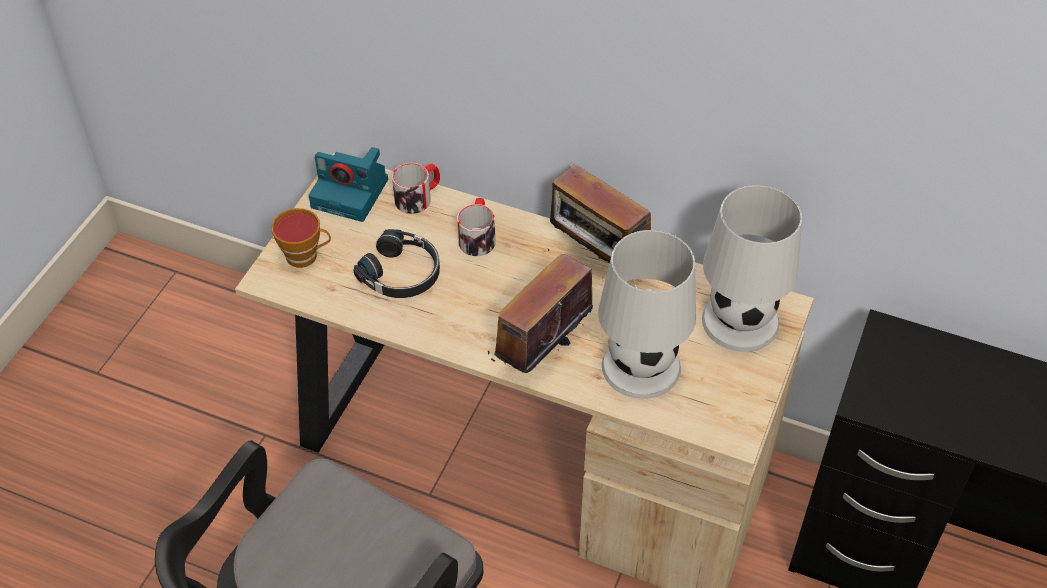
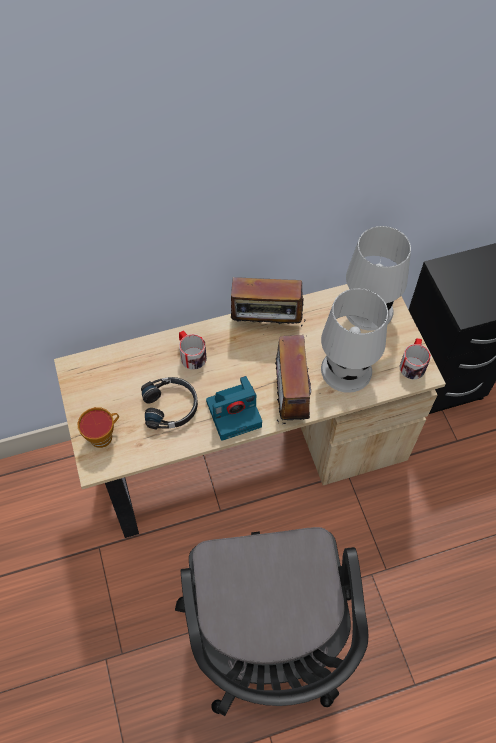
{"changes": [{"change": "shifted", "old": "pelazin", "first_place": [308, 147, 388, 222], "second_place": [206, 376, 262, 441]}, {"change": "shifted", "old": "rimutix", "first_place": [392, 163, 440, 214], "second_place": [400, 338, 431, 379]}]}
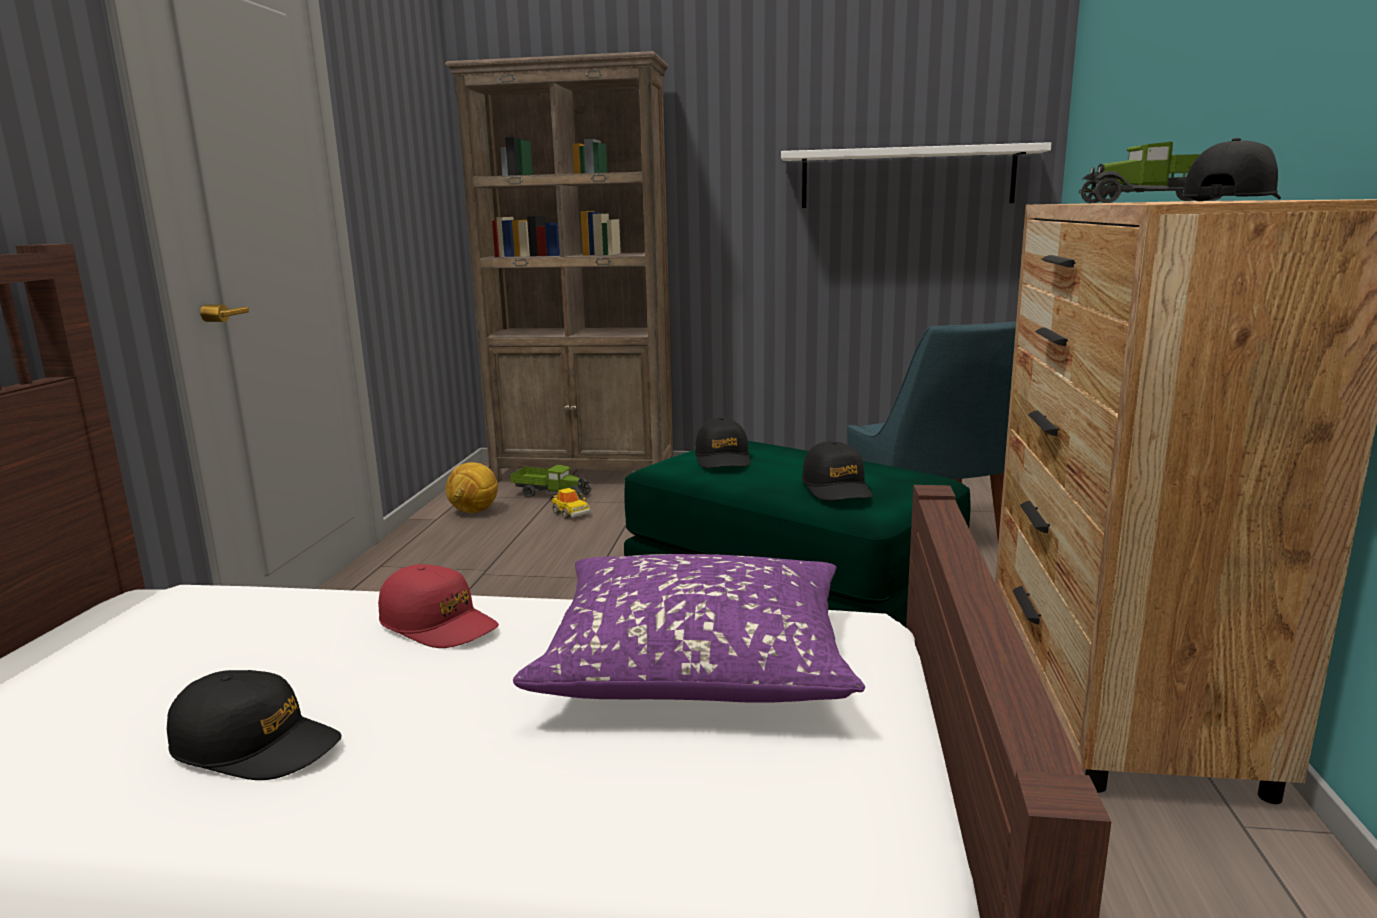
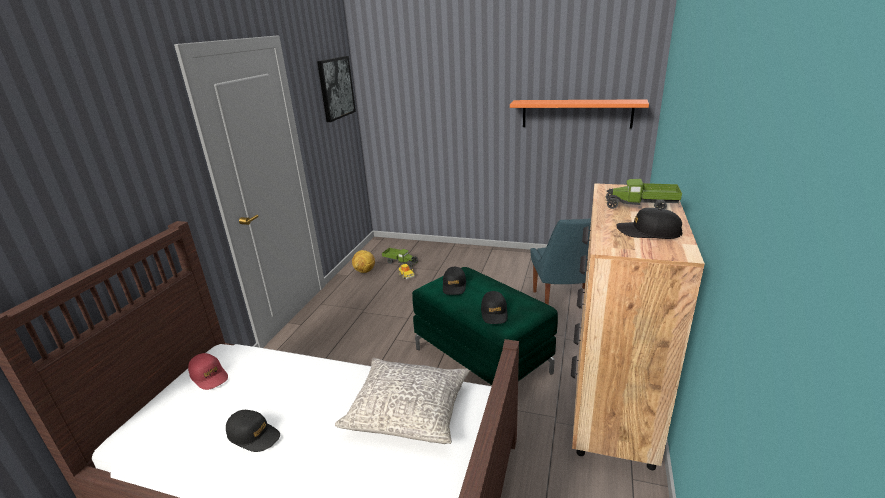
{"changes": [{"change": "gone", "old": "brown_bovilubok", "first_place": [445, 51, 673, 483]}, {"change": "rotated", "old": "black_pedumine", "first_place": [1182, 138, 1281, 201], "second_place": [616, 208, 682, 239], "degrees": -120}, {"change": "repainted", "old": "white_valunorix", "new": "orange_valunorix", "first_place": [781, 142, 1051, 208], "second_place": [510, 99, 649, 129]}, {"change": "repainted", "old": "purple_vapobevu", "new": "grey_vapobevu", "first_place": [513, 554, 865, 703], "second_place": [335, 358, 470, 444]}, {"change": "shifted", "old": "red_pedumine", "first_place": [378, 564, 499, 648], "second_place": [188, 353, 228, 390]}, {"change": "new", "new": "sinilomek", "second_place": [317, 56, 356, 122]}]}
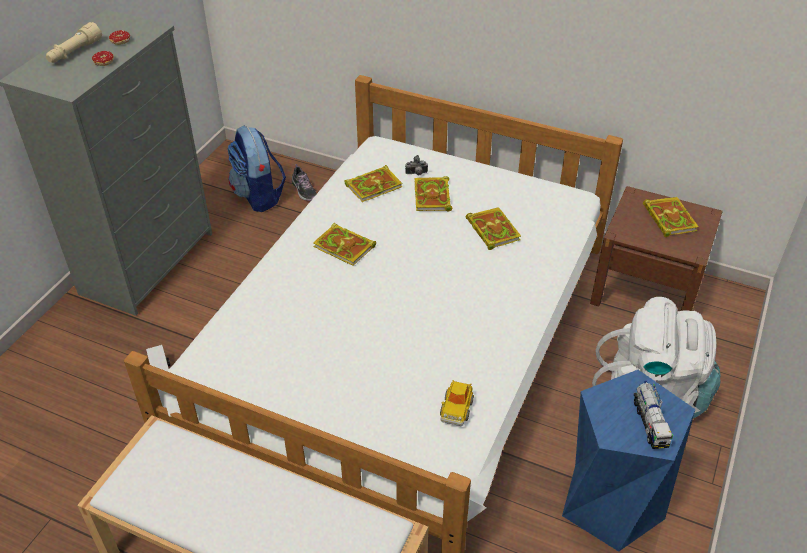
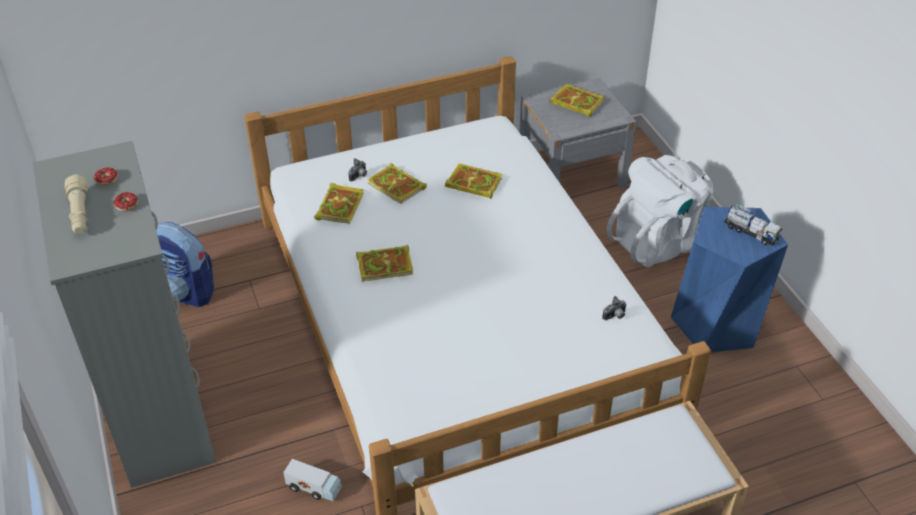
{"changes": [{"change": "gone", "old": "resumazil", "first_place": [292, 164, 317, 201]}, {"change": "repainted", "old": "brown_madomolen", "new": "grey_madomolen", "first_place": [590, 186, 723, 311], "second_place": [519, 78, 636, 188]}, {"change": "swapped", "old": "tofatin", "new": "pelazin", "first_place": [440, 380, 474, 426], "second_place": [602, 296, 627, 320]}]}
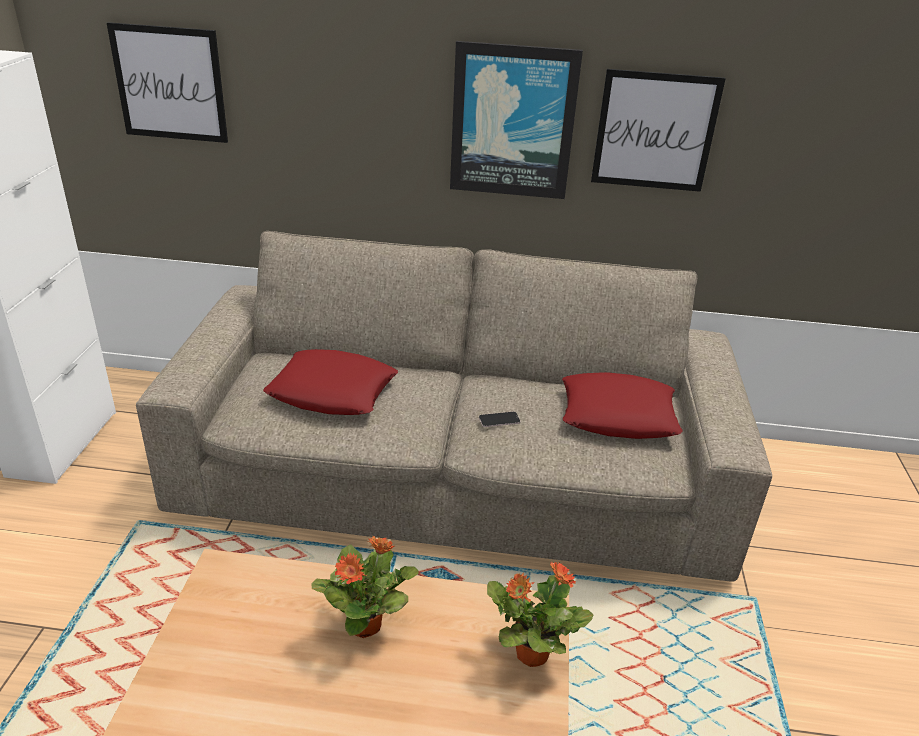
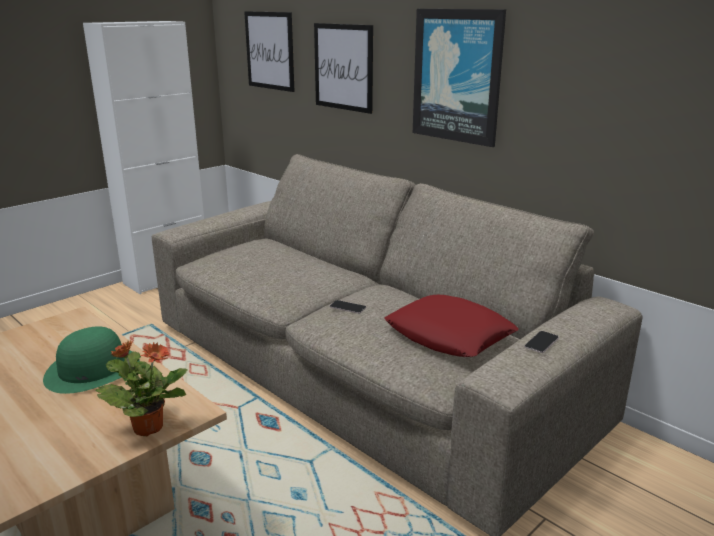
{"changes": [{"change": "shifted", "old": "sinilomek", "first_place": [591, 69, 726, 192], "second_place": [314, 23, 373, 114]}, {"change": "gone", "old": "red_vapobevu", "first_place": [263, 349, 398, 415]}, {"change": "swapped", "old": "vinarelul", "new": "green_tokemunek", "first_place": [312, 536, 419, 638], "second_place": [43, 326, 140, 394]}, {"change": "new", "new": "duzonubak", "second_place": [524, 331, 559, 353]}]}
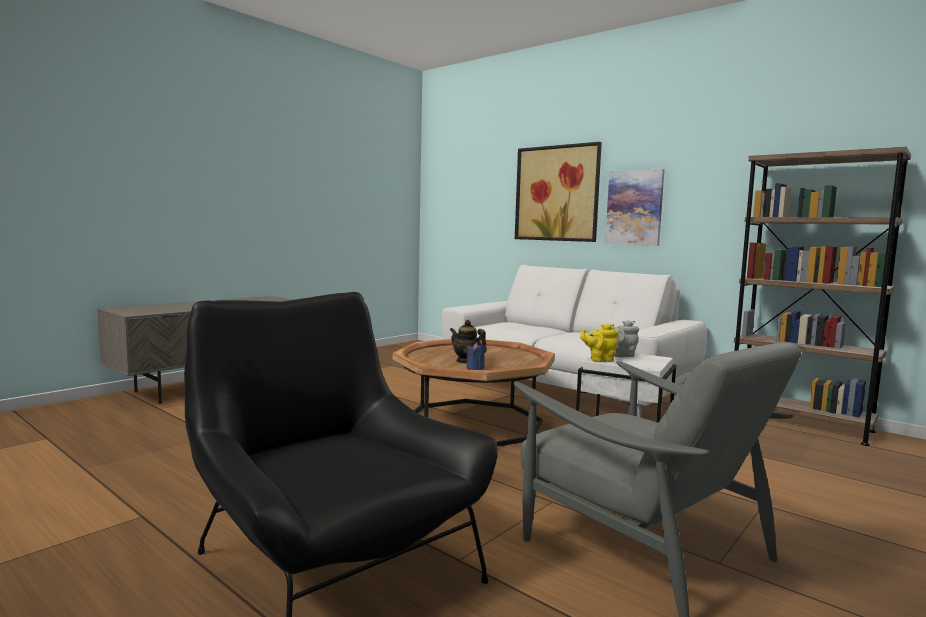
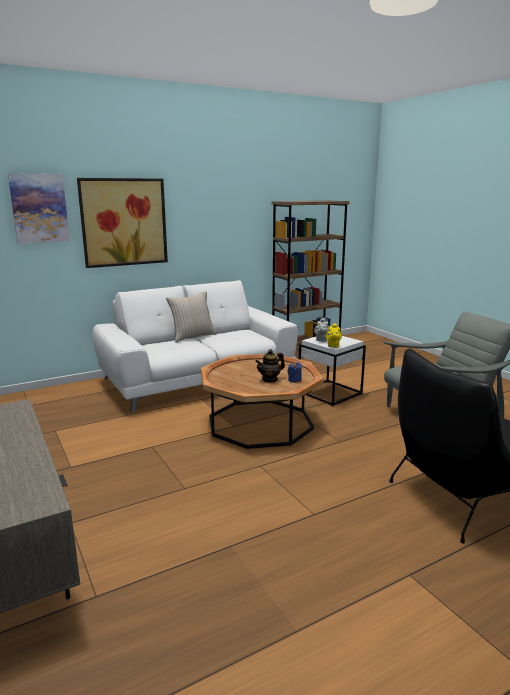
{"changes": [{"change": "shifted", "old": "sinilomek", "first_place": [605, 169, 665, 246], "second_place": [8, 173, 70, 243]}, {"change": "new", "new": "beige_vapobevu", "second_place": [166, 291, 217, 343]}]}
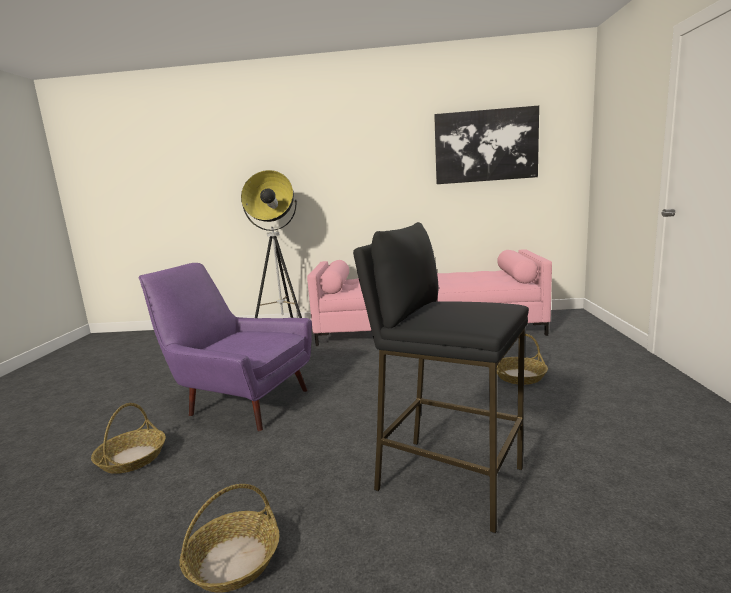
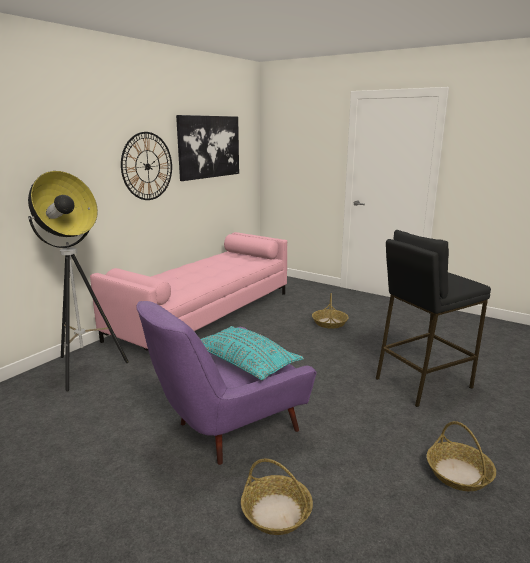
{"changes": [{"change": "new", "new": "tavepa", "second_place": [121, 132, 172, 200]}, {"change": "new", "new": "turquoise_vapobevu", "second_place": [200, 326, 304, 380]}]}
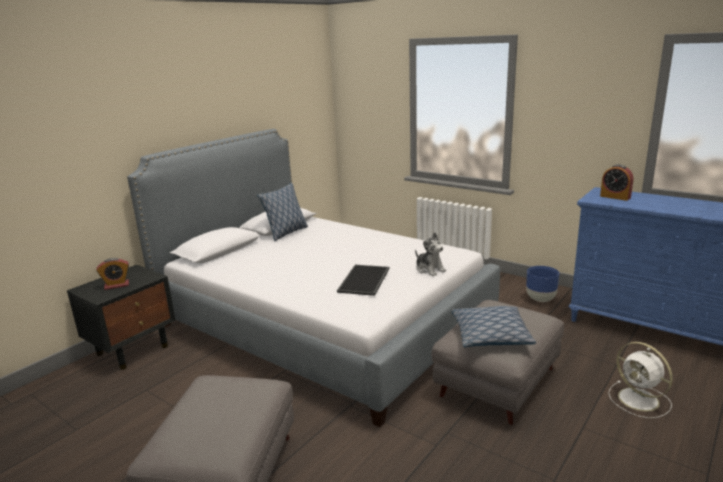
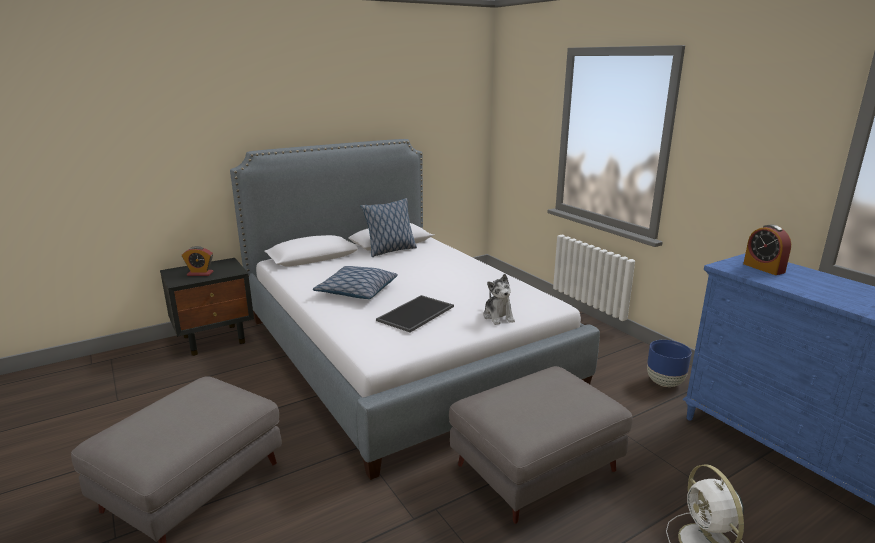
{"changes": [{"change": "shifted", "old": "vapobevu", "first_place": [451, 306, 536, 348], "second_place": [313, 266, 398, 299]}]}
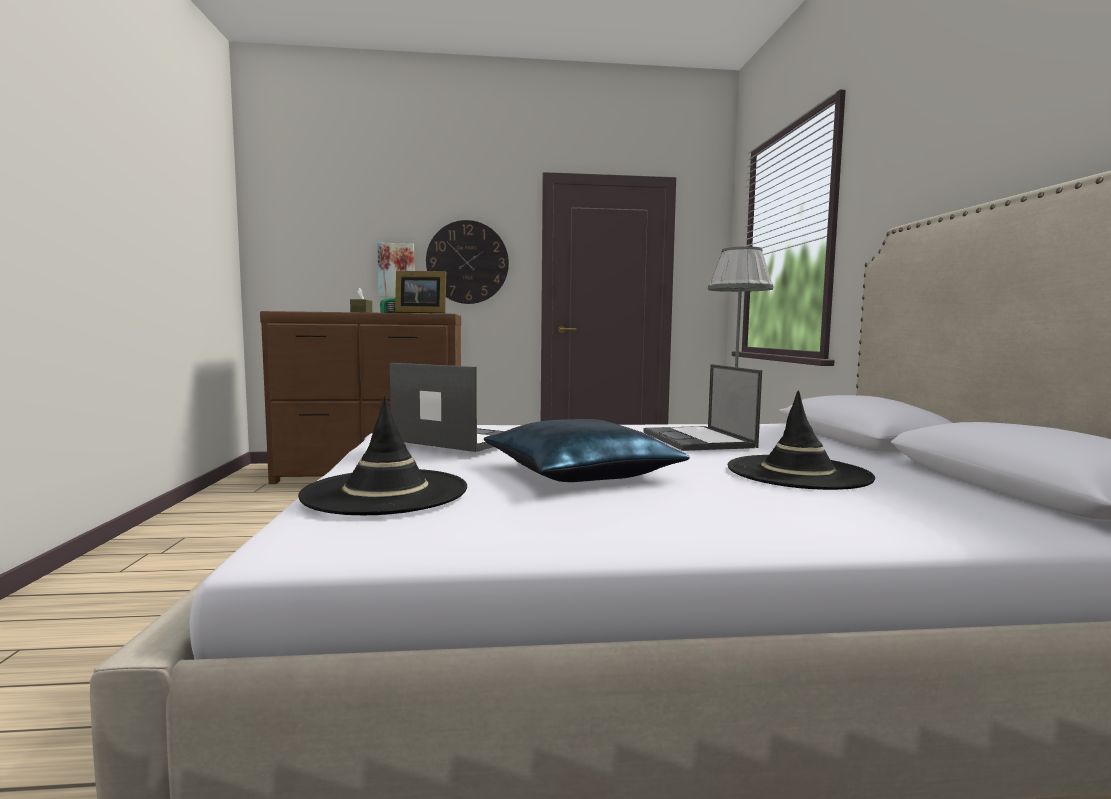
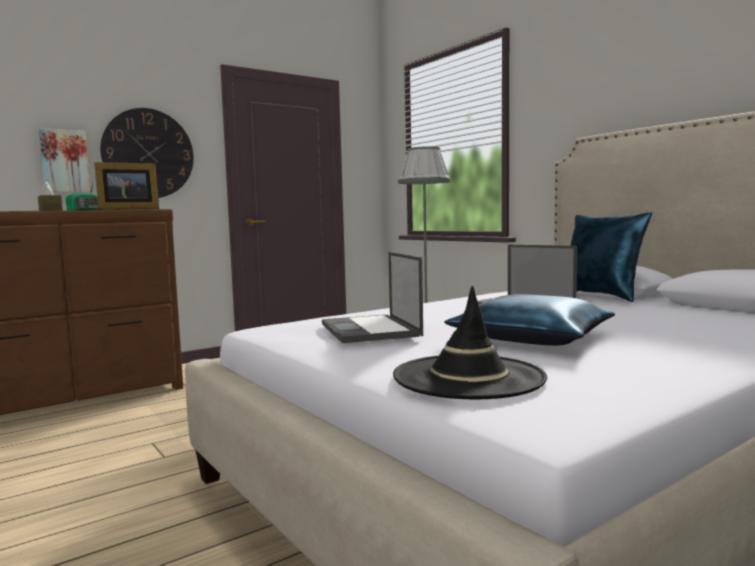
{"changes": [{"change": "rotated", "old": "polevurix", "first_place": [390, 363, 504, 452], "second_place": [322, 252, 423, 343], "degrees": -105}, {"change": "gone", "old": "black_tokemunek", "first_place": [728, 391, 875, 490]}, {"change": "new", "new": "blue_vapobevu", "second_place": [570, 212, 652, 302]}]}
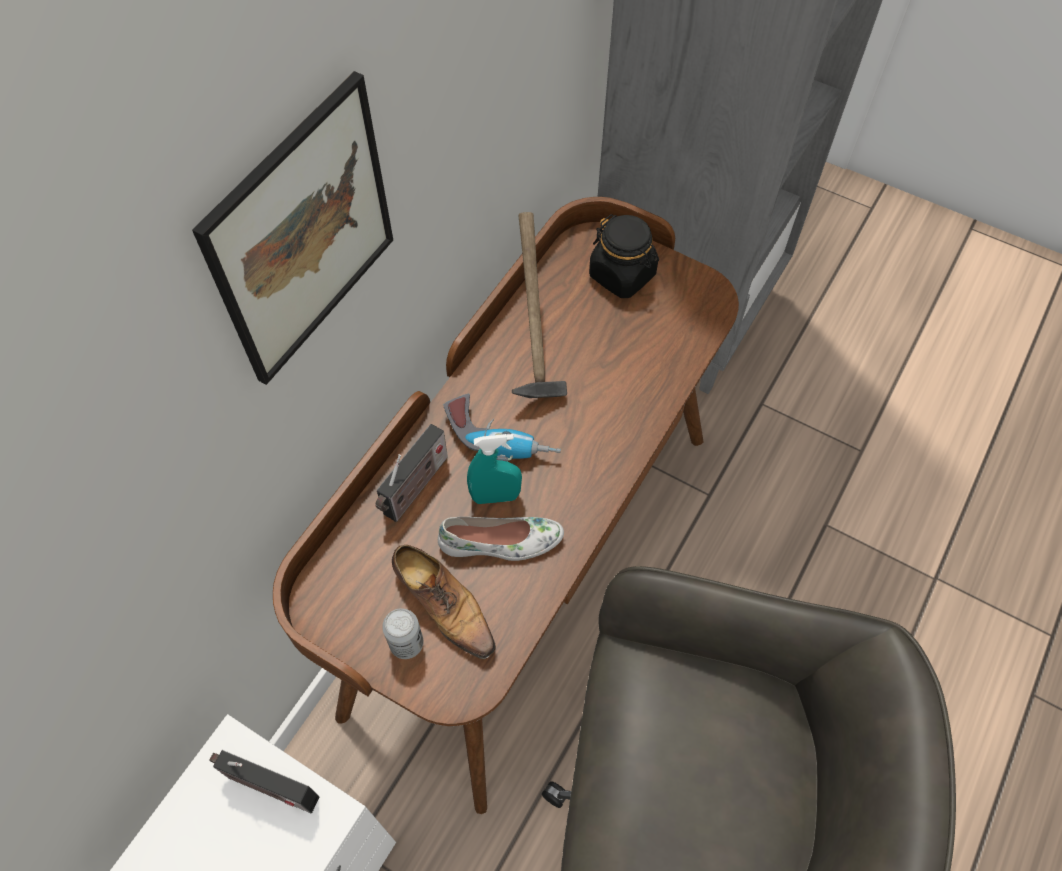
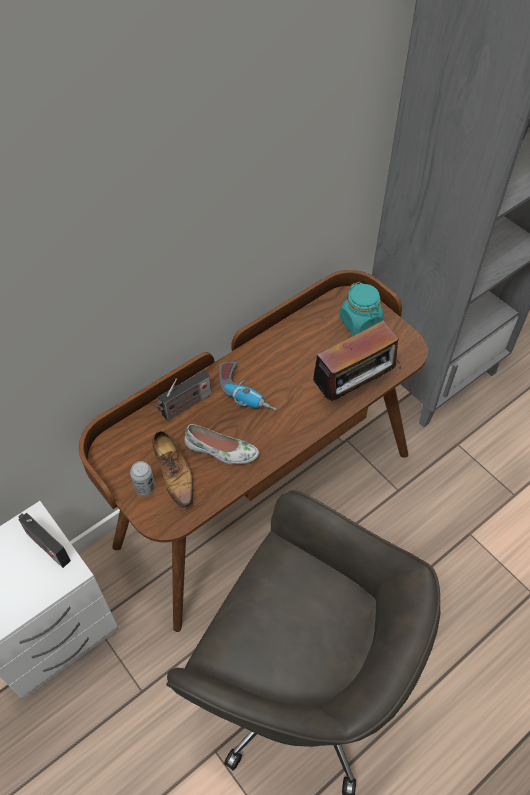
{"changes": [{"change": "gone", "old": "sinilomek", "first_place": [192, 71, 393, 385]}, {"change": "gone", "old": "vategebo", "first_place": [512, 212, 567, 398]}, {"change": "repainted", "old": "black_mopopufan", "new": "turquoise_mopopufan", "first_place": [589, 214, 659, 298], "second_place": [340, 282, 384, 335]}, {"change": "gone", "old": "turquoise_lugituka", "first_place": [467, 434, 522, 504]}, {"change": "new", "new": "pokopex", "second_place": [313, 320, 402, 401]}]}
